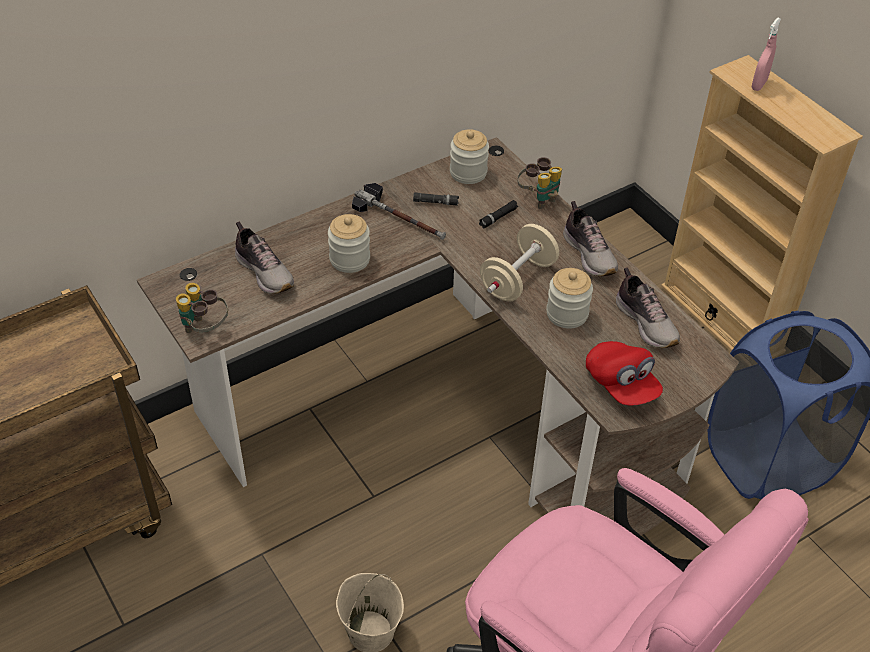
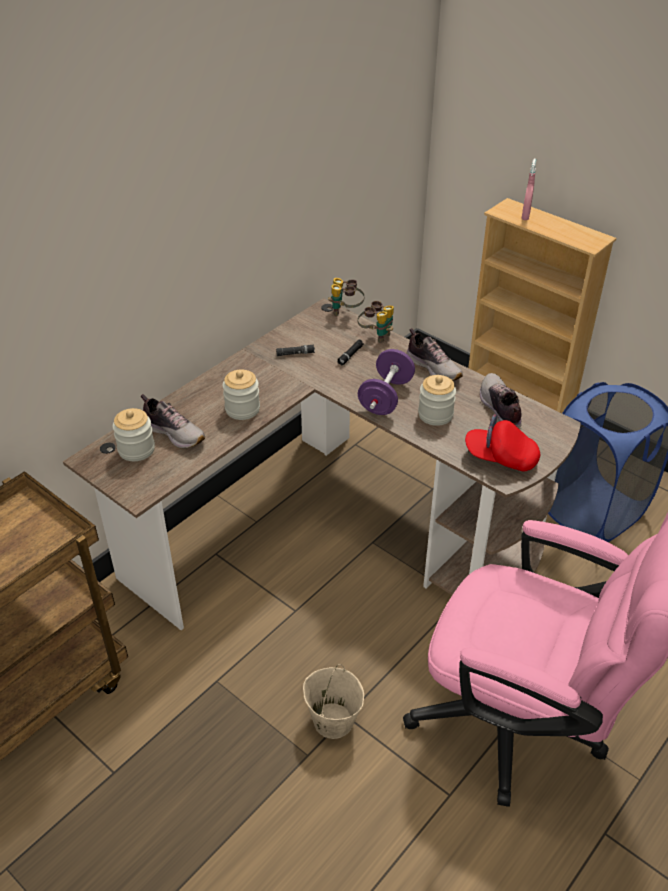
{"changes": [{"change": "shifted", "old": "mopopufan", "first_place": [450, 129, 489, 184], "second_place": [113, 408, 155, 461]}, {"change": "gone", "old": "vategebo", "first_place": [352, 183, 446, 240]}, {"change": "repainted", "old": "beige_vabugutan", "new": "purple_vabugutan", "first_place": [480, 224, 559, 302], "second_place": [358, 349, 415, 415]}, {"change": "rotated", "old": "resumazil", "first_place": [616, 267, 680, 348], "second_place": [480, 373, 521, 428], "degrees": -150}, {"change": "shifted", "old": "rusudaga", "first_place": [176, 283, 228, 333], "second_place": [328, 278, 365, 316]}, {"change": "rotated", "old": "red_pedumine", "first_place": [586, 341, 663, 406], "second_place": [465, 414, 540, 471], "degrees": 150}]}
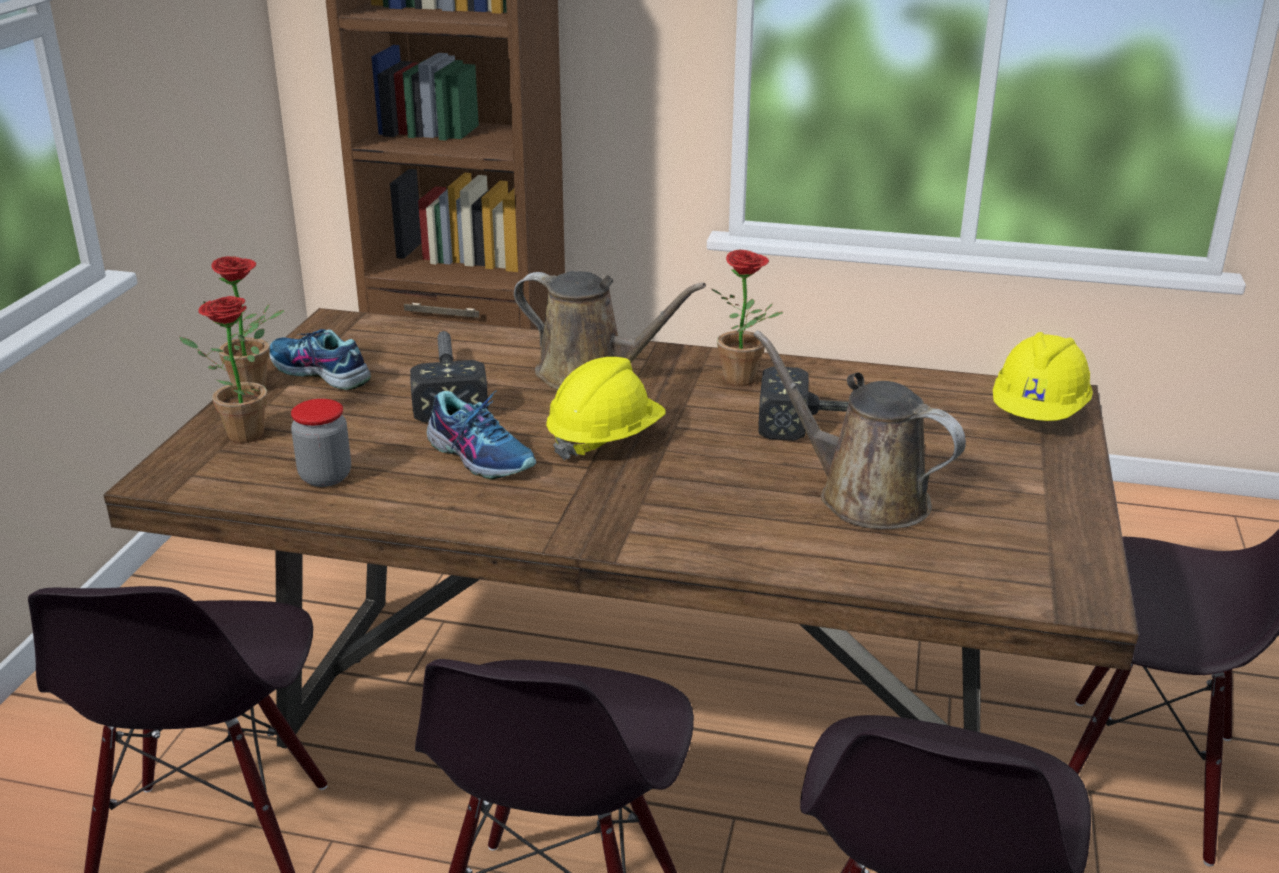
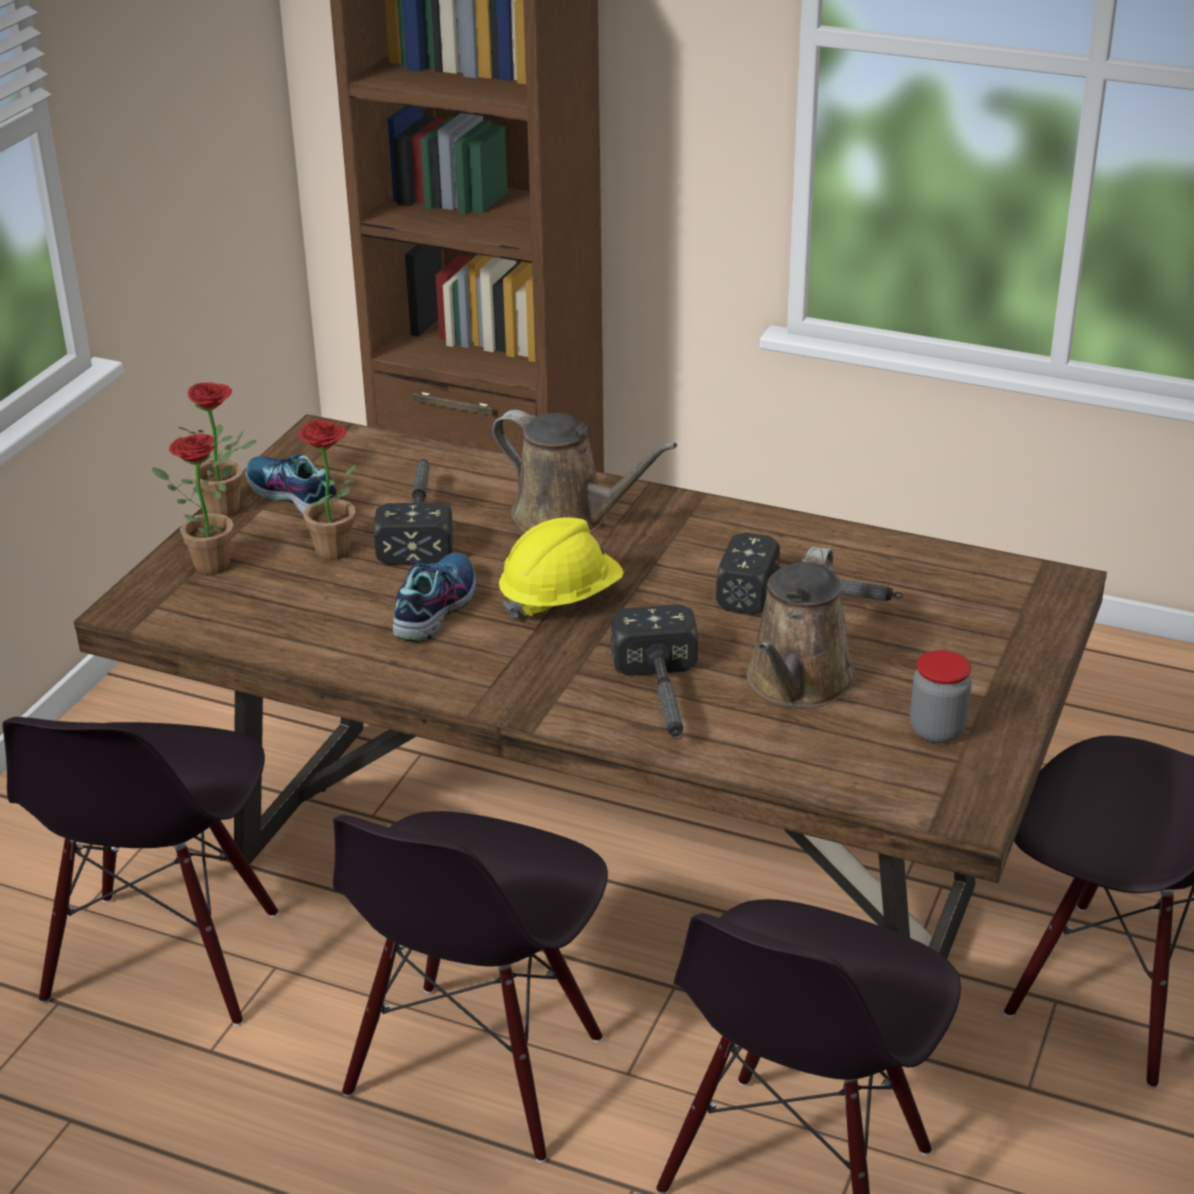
{"changes": [{"change": "shifted", "old": "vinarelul", "first_place": [712, 250, 783, 386], "second_place": [291, 420, 356, 560]}, {"change": "rotated", "old": "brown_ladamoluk", "first_place": [753, 330, 966, 529], "second_place": [747, 546, 856, 708], "degrees": -120}, {"change": "gone", "old": "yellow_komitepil", "first_place": [993, 332, 1093, 421]}, {"change": "rotated", "old": "resumazil", "first_place": [427, 390, 536, 480], "second_place": [393, 553, 476, 642], "degrees": -120}, {"change": "shifted", "old": "mopopufan", "first_place": [291, 399, 351, 487], "second_place": [910, 650, 972, 743]}, {"change": "new", "new": "vategebo", "second_place": [611, 604, 698, 739]}]}
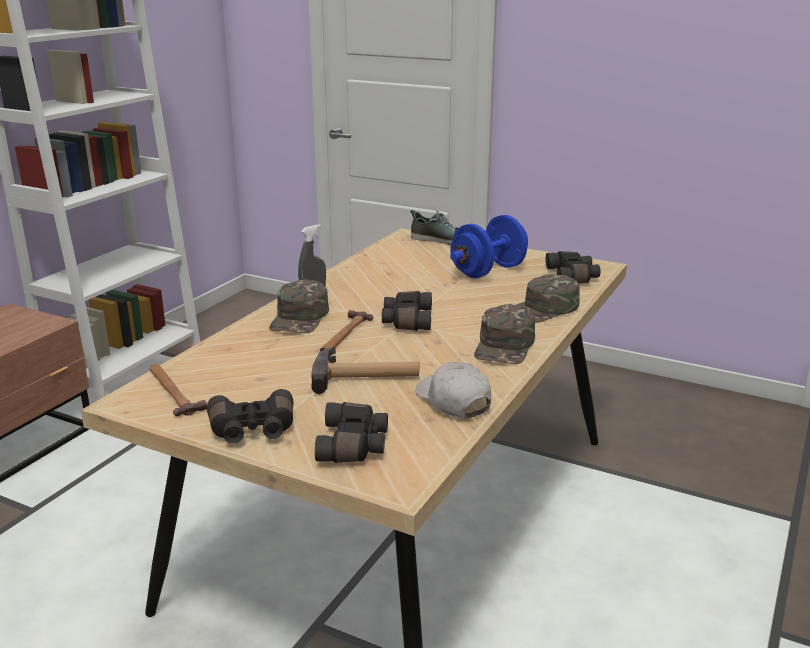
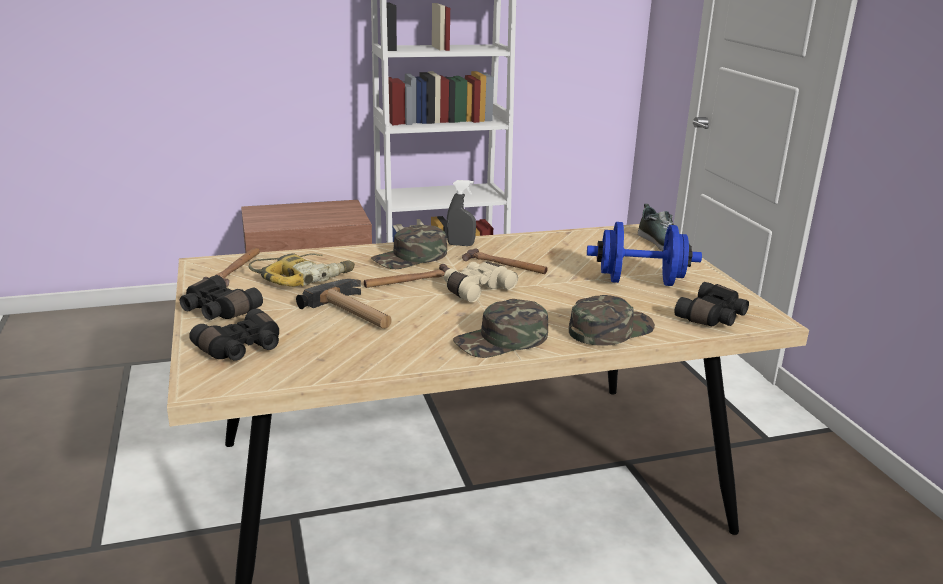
{"changes": [{"change": "rotated", "old": "green_pedumine", "first_place": [515, 274, 580, 323], "second_place": [569, 295, 655, 346], "degrees": 135}, {"change": "repainted", "old": "black_rusudaga", "new": "beige_rusudaga", "first_place": [382, 291, 432, 331], "second_place": [444, 262, 518, 302]}, {"change": "gone", "old": "white_pedumine", "first_place": [415, 362, 491, 419]}, {"change": "new", "new": "vategebo", "second_place": [462, 248, 548, 274]}, {"change": "new", "new": "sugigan", "second_place": [248, 253, 355, 287]}]}
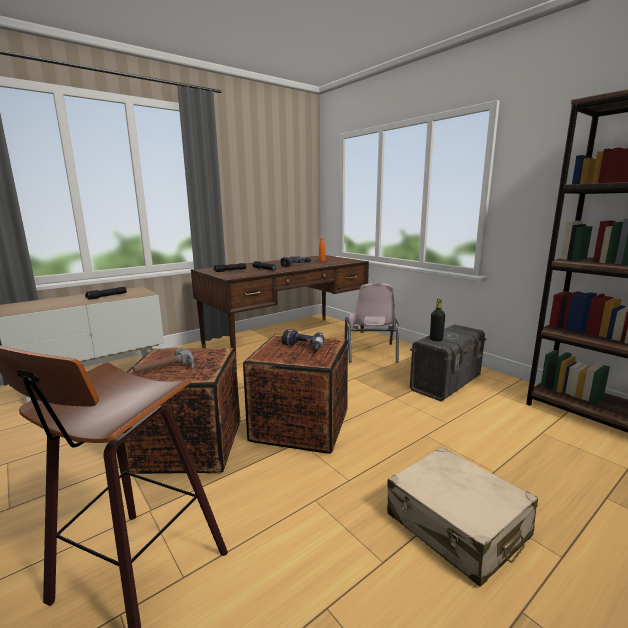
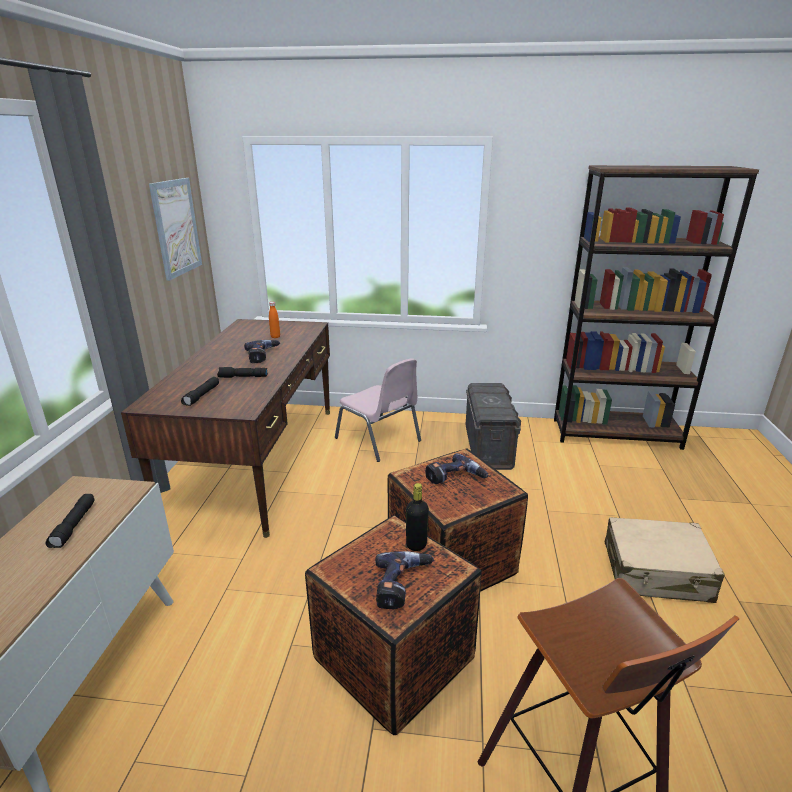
{"changes": [{"change": "shifted", "old": "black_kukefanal", "first_place": [430, 299, 445, 341], "second_place": [406, 483, 429, 551]}, {"change": "swapped", "old": "vategebo", "new": "sugigan", "first_place": [133, 347, 194, 373], "second_place": [375, 551, 434, 609]}, {"change": "new", "new": "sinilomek", "second_place": [149, 178, 202, 281]}]}
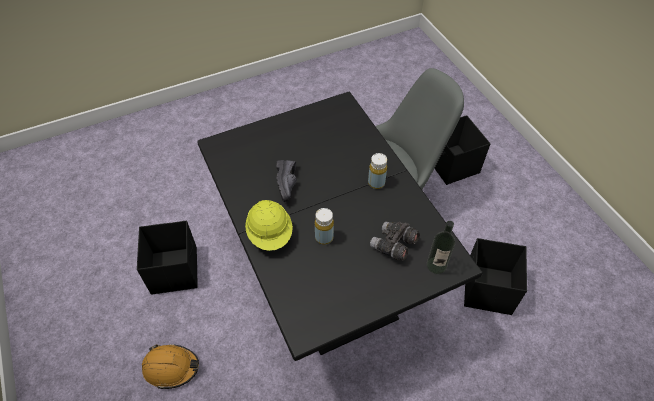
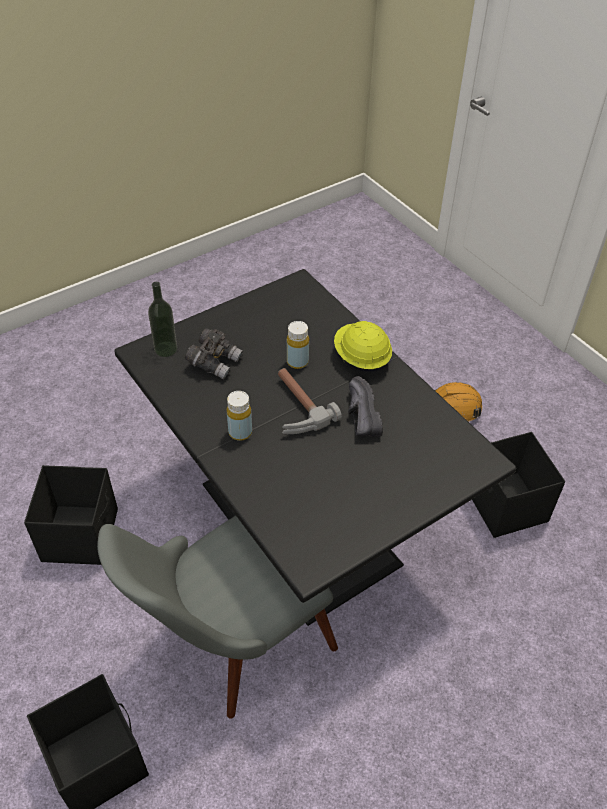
{"changes": [{"change": "new", "new": "vategebo", "second_place": [278, 368, 342, 434]}]}
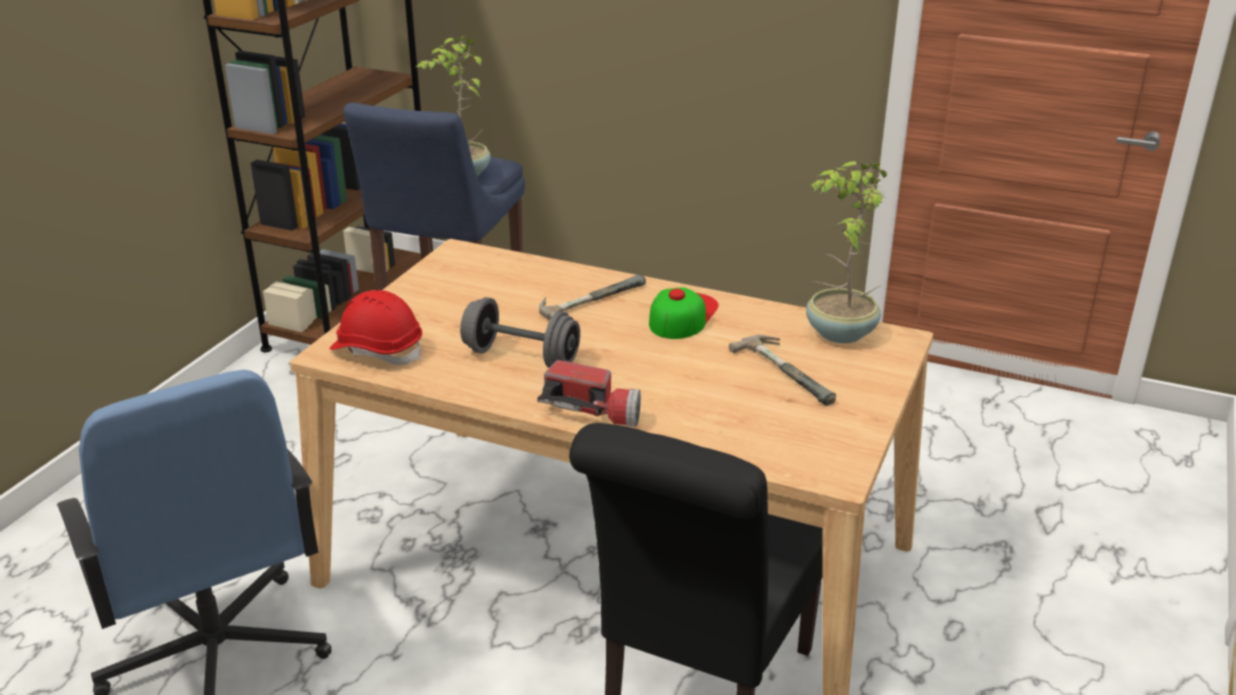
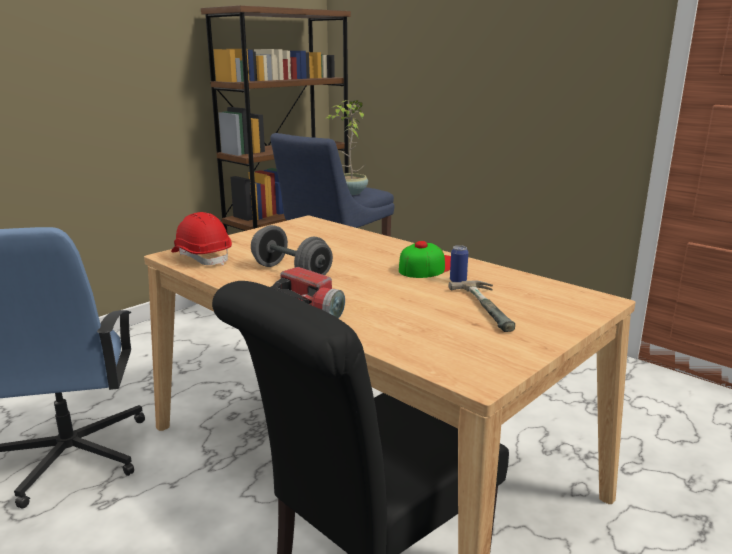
{"changes": [{"change": "gone", "old": "vinarelul", "first_place": [806, 161, 887, 343]}, {"change": "gone", "old": "vategebo", "first_place": [539, 274, 646, 320]}, {"change": "new", "new": "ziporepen", "second_place": [450, 245, 468, 282]}]}
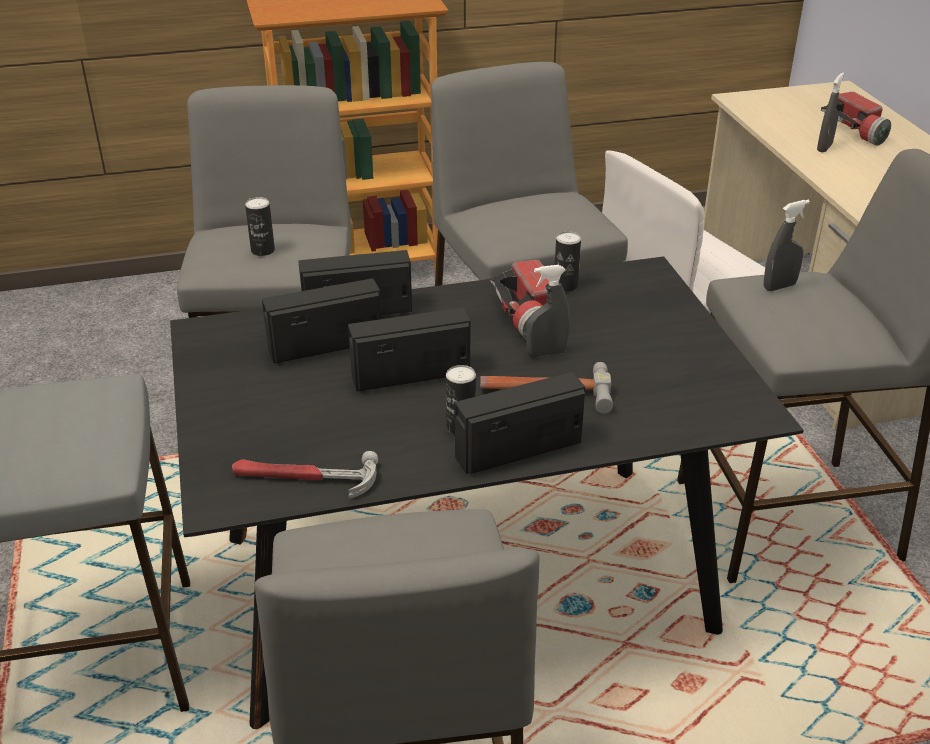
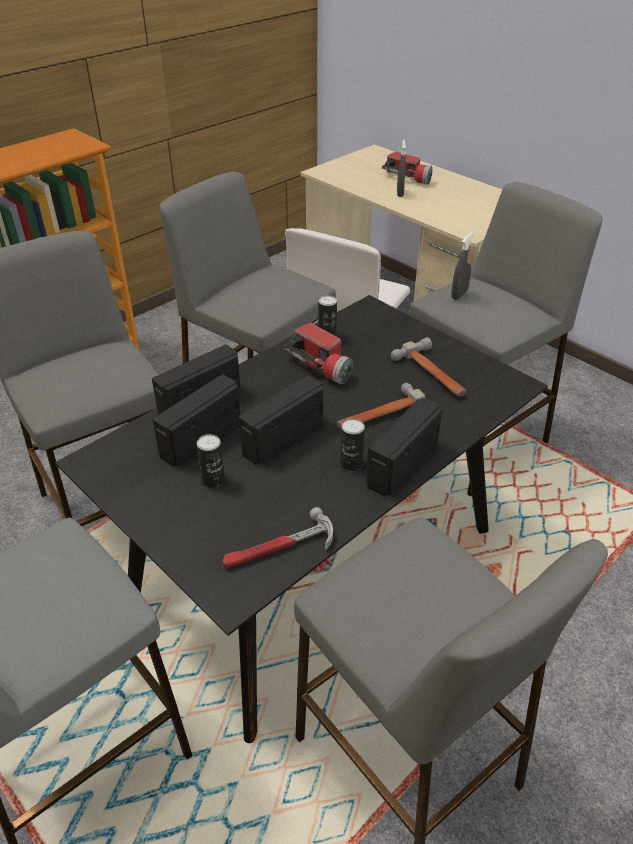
{"changes": [{"change": "shifted", "old": "ziporepen", "first_place": [245, 197, 275, 256], "second_place": [197, 434, 225, 488]}, {"change": "gone", "old": "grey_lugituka", "first_place": [526, 265, 570, 357]}, {"change": "new", "new": "vategebo", "second_place": [391, 337, 467, 397]}]}
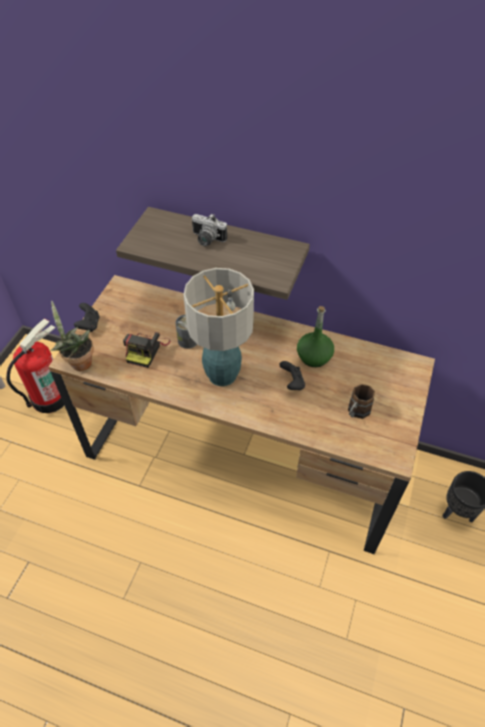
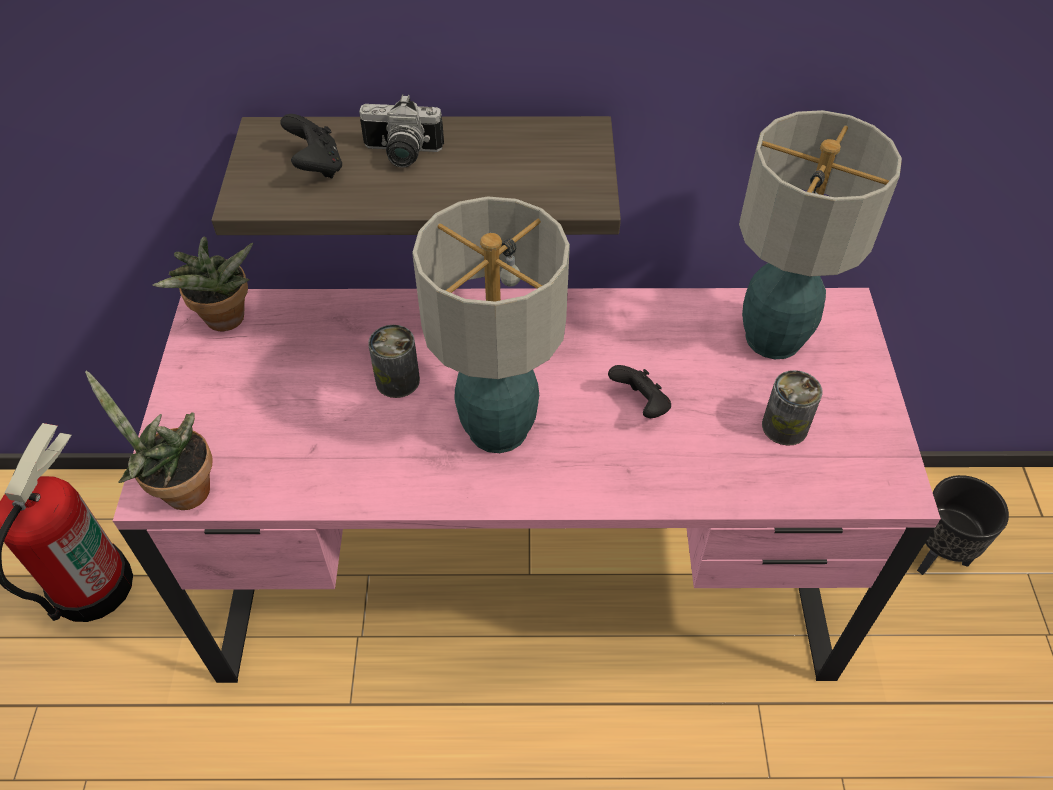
{"changes": [{"change": "repainted", "old": "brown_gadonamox", "new": "pink_gadonamox", "first_place": [48, 275, 435, 554], "second_place": [113, 288, 941, 683]}, {"change": "shifted", "old": "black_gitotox", "first_place": [74, 303, 100, 332], "second_place": [280, 114, 342, 178]}, {"change": "gone", "old": "green_kukefanal", "first_place": [297, 306, 334, 367]}, {"change": "gone", "old": "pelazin", "first_place": [123, 332, 170, 368]}, {"change": "swapped", "old": "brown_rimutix", "new": "ziporepen", "first_place": [348, 384, 375, 419], "second_place": [762, 370, 823, 446]}, {"change": "new", "new": "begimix", "second_place": [739, 110, 902, 359]}, {"change": "new", "new": "vinarelul", "second_place": [152, 237, 253, 332]}]}
